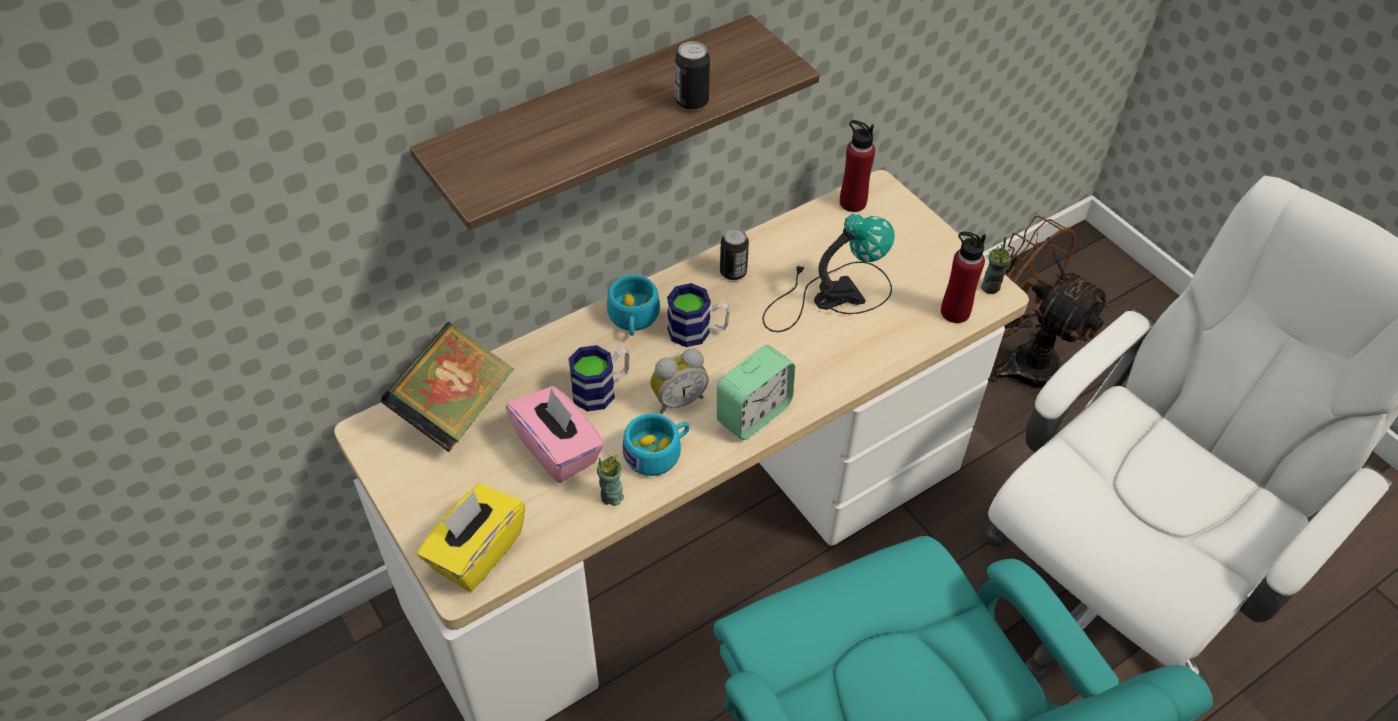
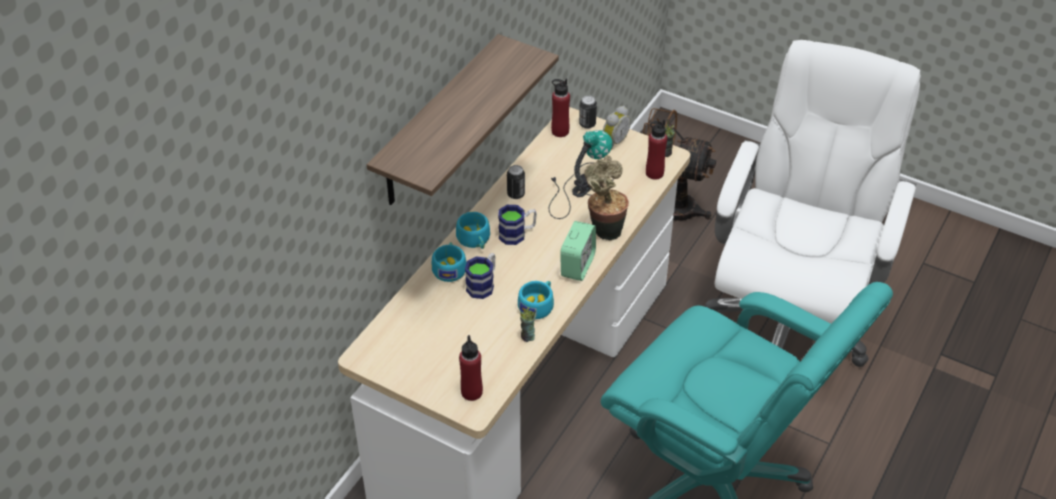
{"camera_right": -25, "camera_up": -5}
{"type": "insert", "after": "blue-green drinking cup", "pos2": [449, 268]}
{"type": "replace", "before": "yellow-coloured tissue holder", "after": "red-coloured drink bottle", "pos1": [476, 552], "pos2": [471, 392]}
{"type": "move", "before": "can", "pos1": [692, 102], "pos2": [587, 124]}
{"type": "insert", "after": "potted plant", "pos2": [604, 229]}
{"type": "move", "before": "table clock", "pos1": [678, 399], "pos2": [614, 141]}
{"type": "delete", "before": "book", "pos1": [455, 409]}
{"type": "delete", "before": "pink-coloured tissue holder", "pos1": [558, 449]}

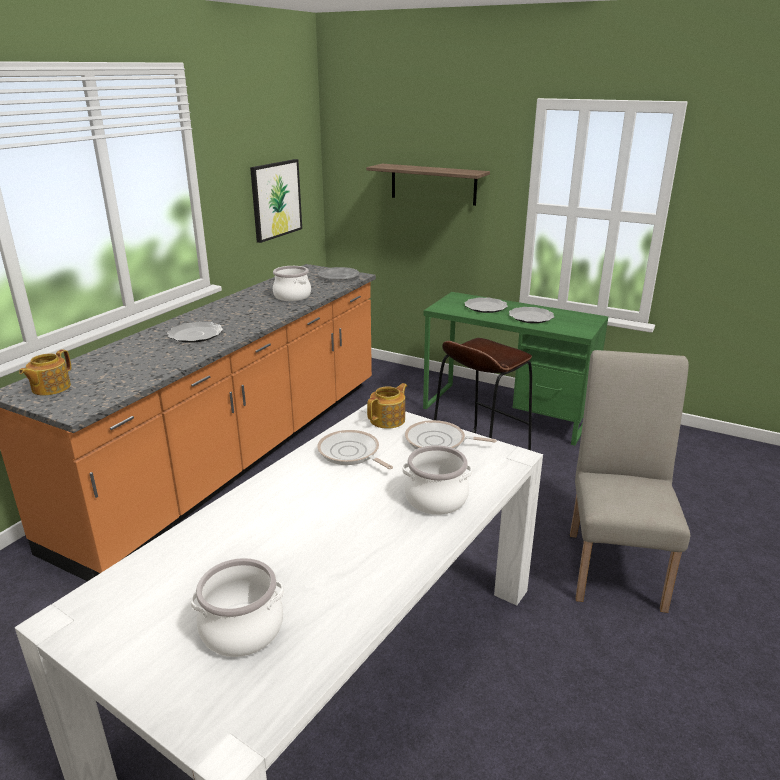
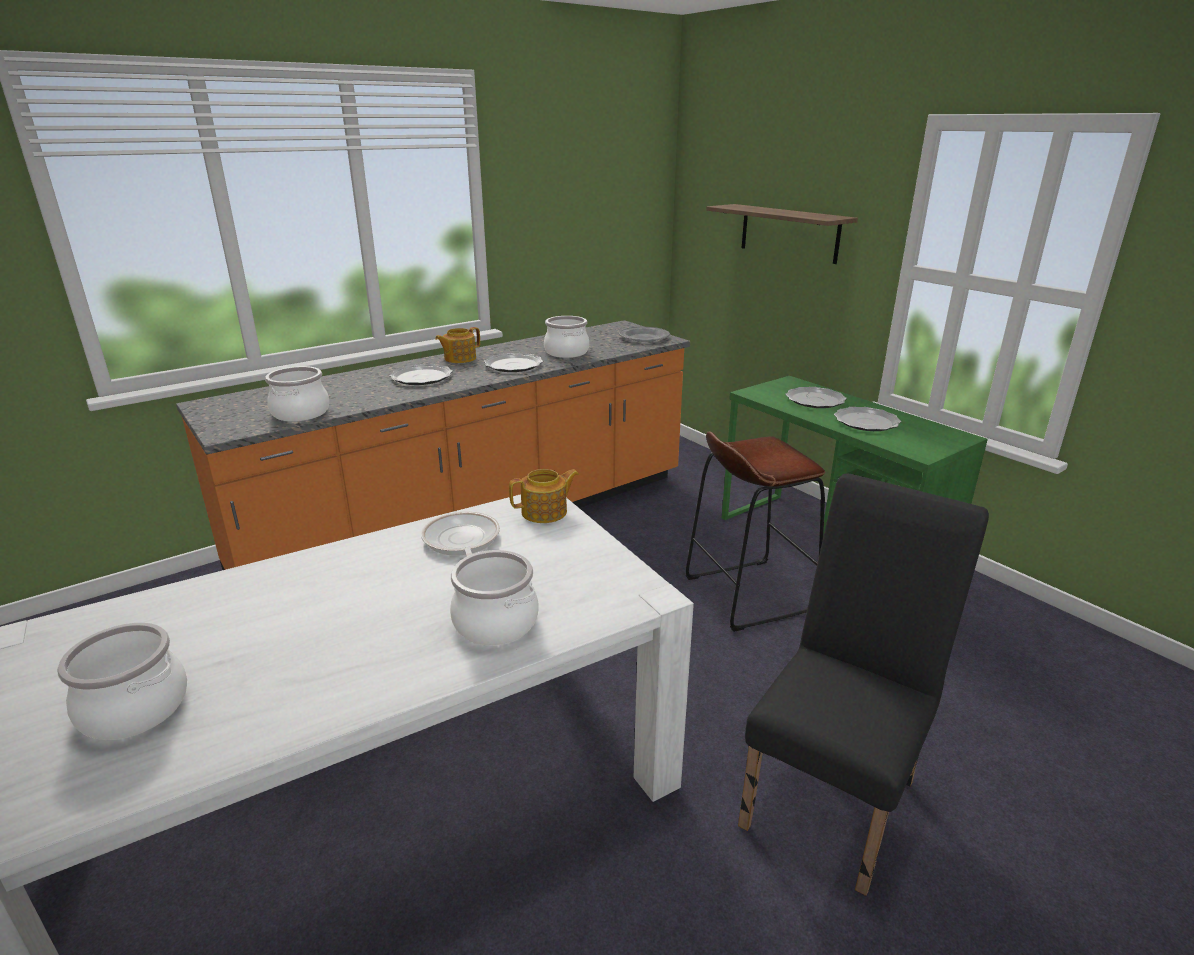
{"camera_right": 25, "camera_up": 0}
{"type": "insert", "after": "stockpot", "pos2": [300, 413]}
{"type": "move", "before": "tea pot", "pos1": [50, 388], "pos2": [459, 358]}
{"type": "insert", "after": "dinner plate", "pos2": [514, 365]}
{"type": "recolor", "before": "beige-coloured chair", "after": "black chair", "pos1": [615, 563], "pos2": [835, 793]}
{"type": "delete", "before": "wall art", "pos1": [276, 199]}
{"type": "delete", "before": "frying pan", "pos1": [438, 442]}

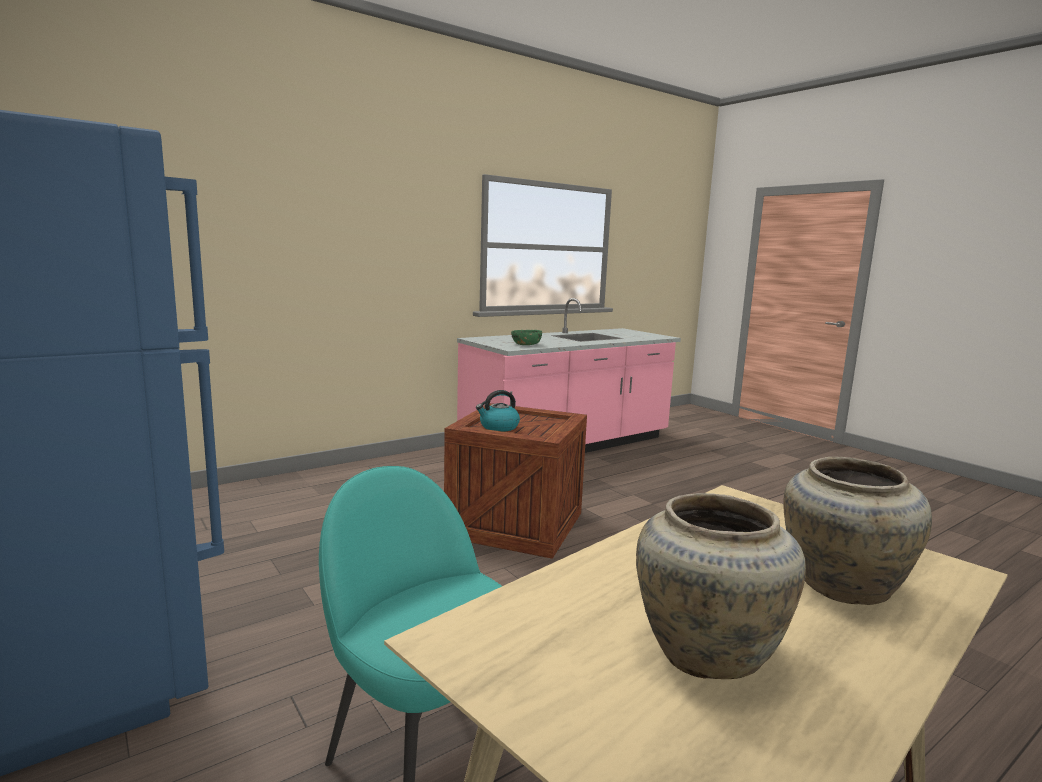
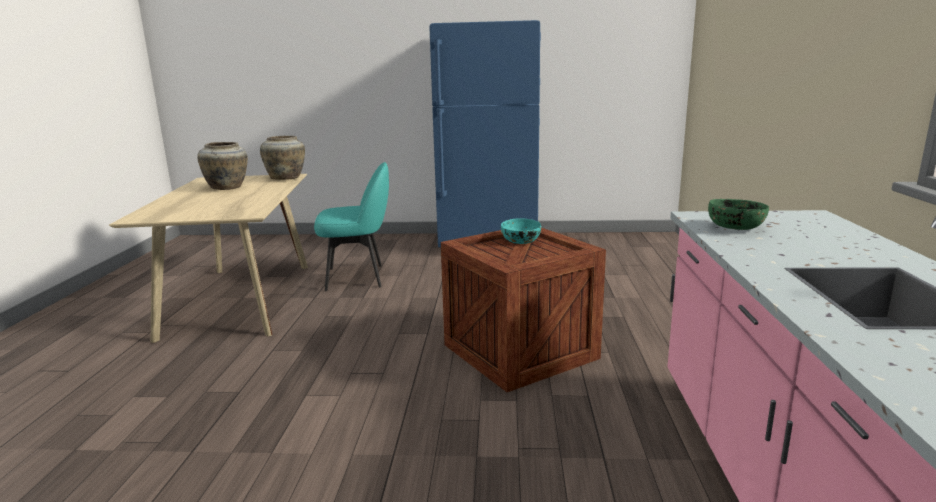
{"camera_right": 130, "camera_up": 5}
{"type": "move", "before": "beige-coloured flower vase", "pos1": [839, 586], "pos2": [286, 178]}
{"type": "replace", "before": "tea kettle", "after": "blue-green serving bowl", "pos1": [498, 427], "pos2": [520, 241]}

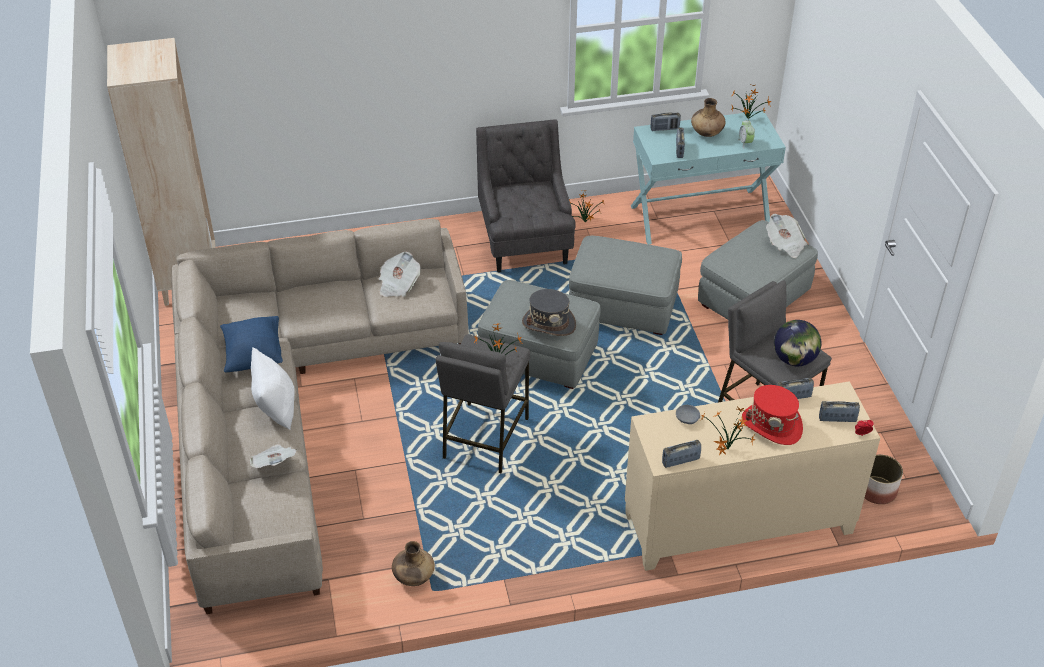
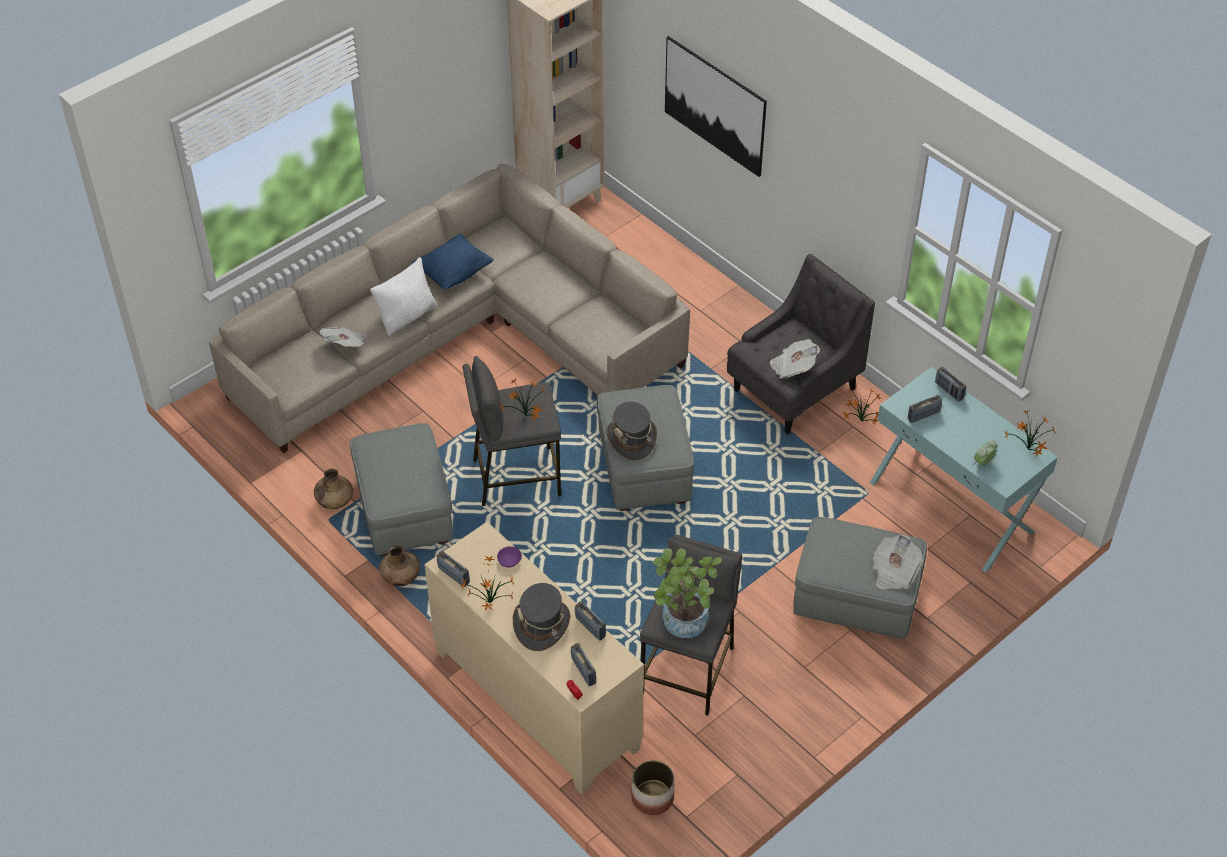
{"camera_right": 60, "camera_up": 5}
{"type": "move", "before": "grey pouffe", "pos1": [622, 307], "pos2": [404, 510]}
{"type": "move", "before": "brownish flower vase", "pos1": [706, 133], "pos2": [401, 577]}
{"type": "recolor", "before": "grey serving bowl", "after": "purple-coloured serving bowl", "pos1": [688, 418], "pos2": [510, 561]}
{"type": "recolor", "before": "red-coloured clothing hat", "after": "grey clothing hat", "pos1": [771, 425], "pos2": [542, 624]}
{"type": "replace", "before": "globe", "after": "potted plant", "pos1": [794, 359], "pos2": [682, 626]}
{"type": "insert", "after": "wall art", "pos2": [714, 106]}
{"type": "move", "before": "printed paper", "pos1": [398, 284], "pos2": [793, 367]}

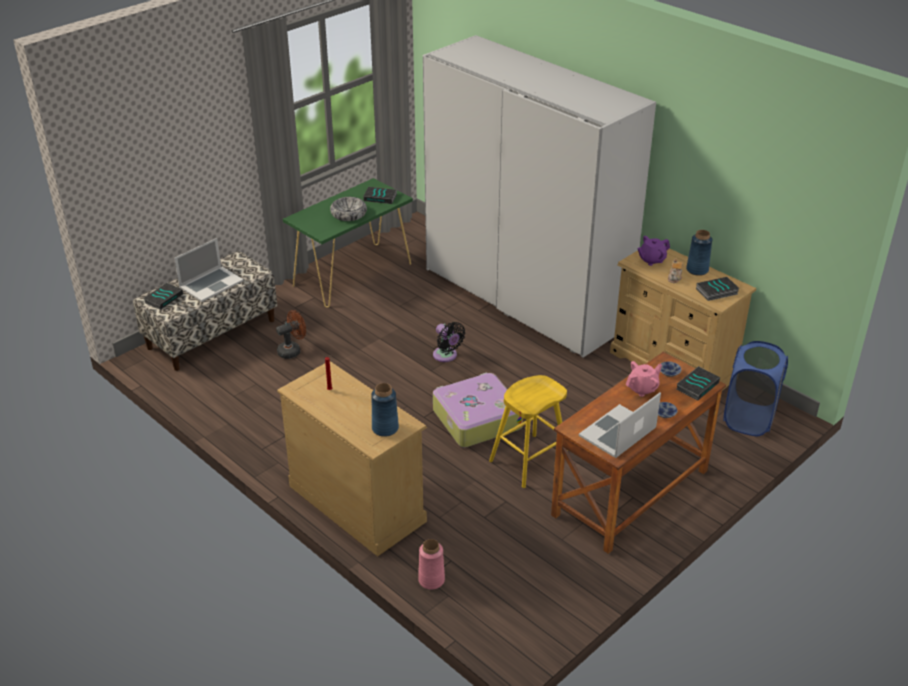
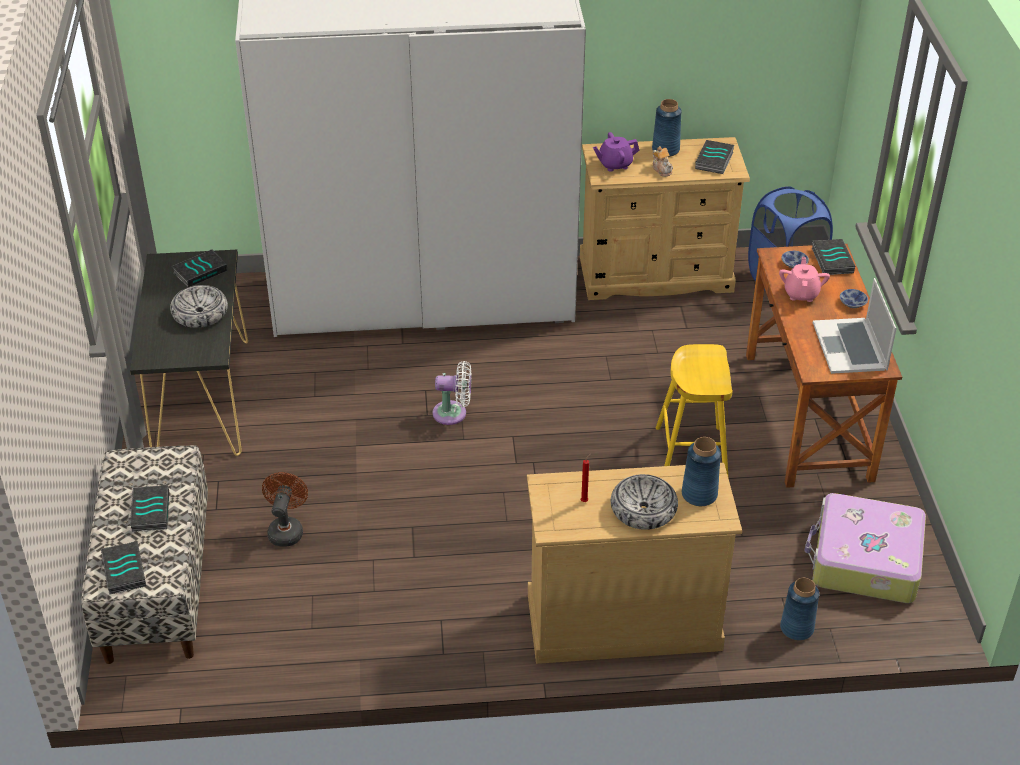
{"camera_right": -50, "camera_up": 5}
{"type": "recolor", "before": "green-coloured narrow table", "after": "black narrow table", "pos1": [353, 274], "pos2": [202, 398]}
{"type": "replace", "before": "notebook computer", "after": "book", "pos1": [211, 284], "pos2": [149, 511]}
{"type": "recolor", "before": "black cooling fan", "after": "white cooling fan", "pos1": [446, 356], "pos2": [453, 413]}
{"type": "rotate", "before": "purple-coloured tea pot", "pos1": [651, 260], "pos2": [615, 164], "turn": 60}
{"type": "insert", "after": "serving bowl", "pos2": [643, 509]}
{"type": "recolor", "before": "pink-coloured flower vase", "after": "bluish flower vase", "pos1": [431, 580], "pos2": [797, 628]}
{"type": "move", "before": "suitcase", "pos1": [476, 419], "pos2": [864, 560]}

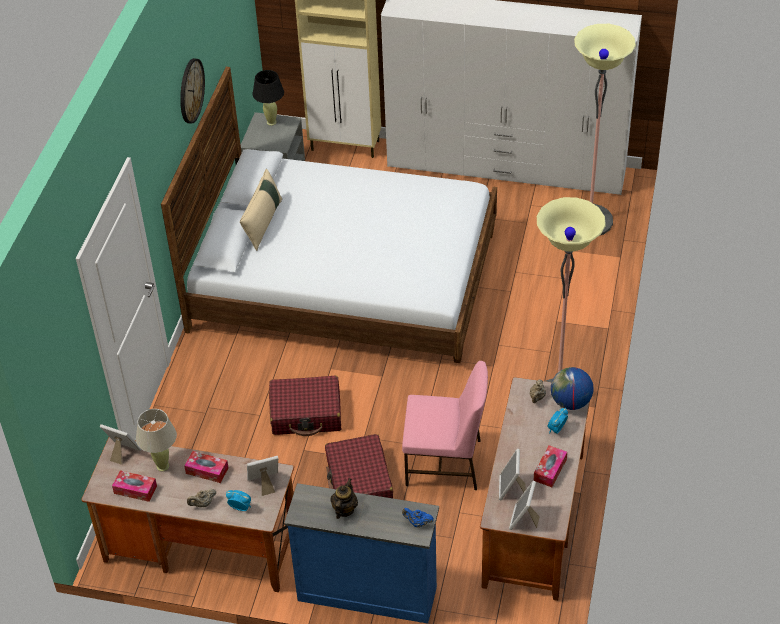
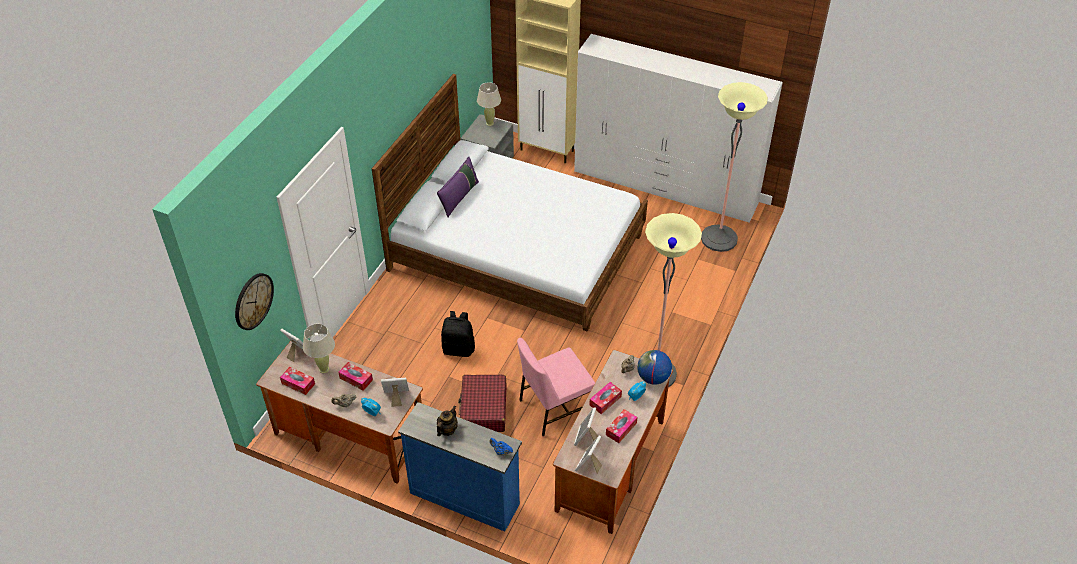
{"camera_right": 10, "camera_up": 0}
{"type": "move", "before": "clock on the wall", "pos1": [191, 90], "pos2": [253, 301]}
{"type": "recolor", "before": "beige-coloured cushion", "after": "purple-coloured cushion", "pos1": [263, 223], "pos2": [459, 197]}
{"type": "replace", "before": "red-coloured suitcase", "after": "black backpack", "pos1": [306, 413], "pos2": [459, 349]}
{"type": "recolor", "before": "black tabletop lamp", "after": "beige-coloured tabletop lamp", "pos1": [271, 122], "pos2": [490, 123]}
{"type": "rotate", "before": "pink-coloured chair", "pos1": [445, 463], "pos2": [554, 407], "turn": 135}
{"type": "insert", "after": "tissue holder", "pos2": [605, 401]}

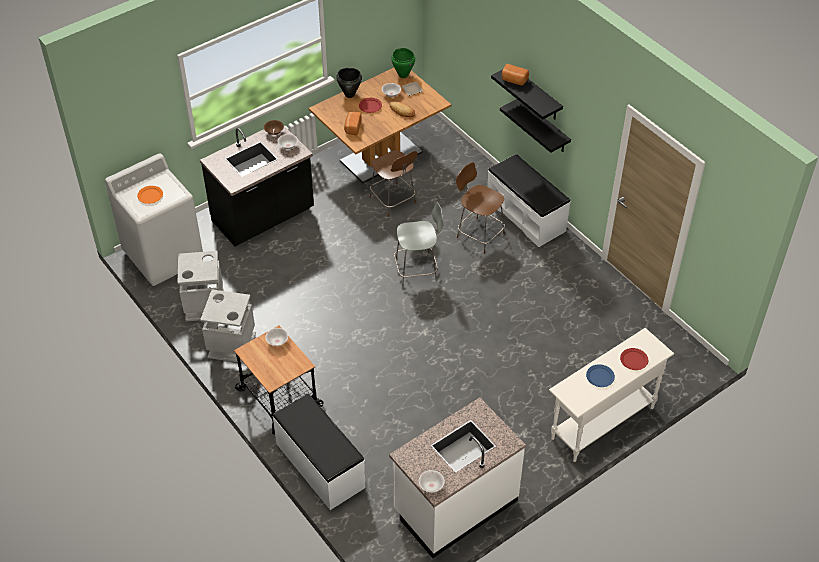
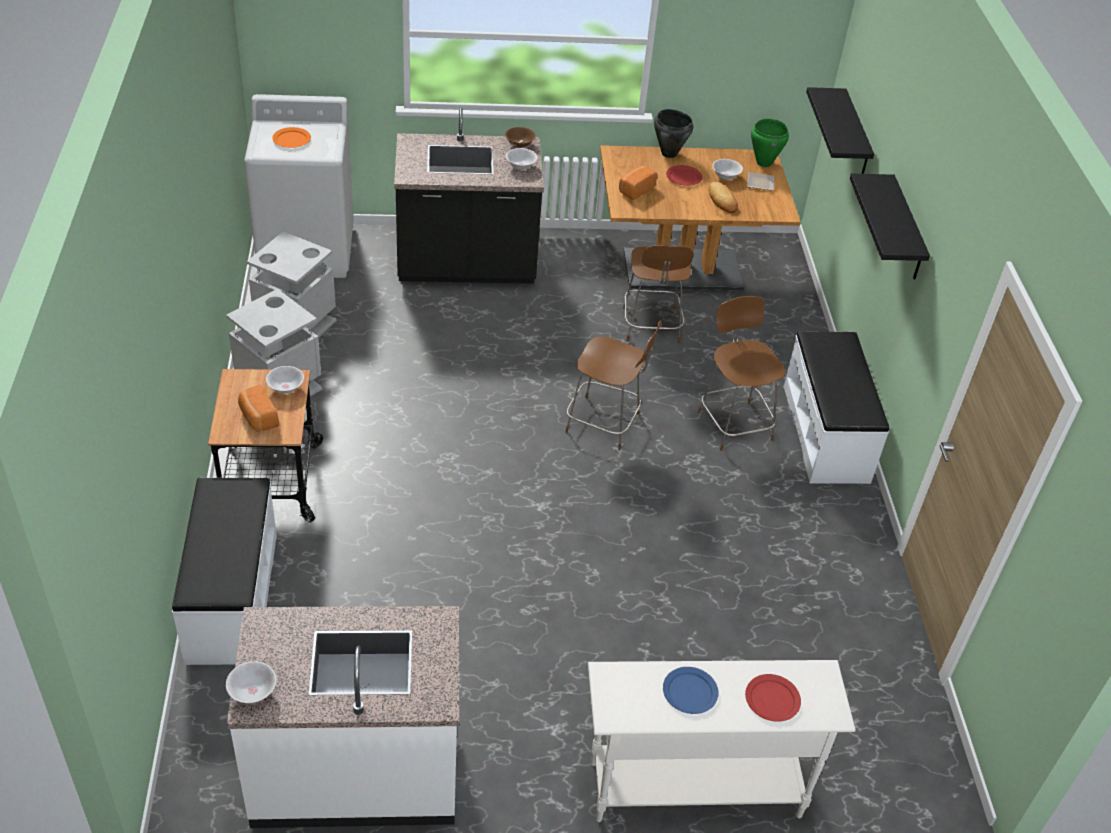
{"camera_right": 30, "camera_up": -5}
{"type": "move", "before": "baked bread", "pos1": [514, 80], "pos2": [258, 418]}
{"type": "recolor", "before": "grey chair", "after": "brownish chair", "pos1": [417, 270], "pos2": [605, 424]}
{"type": "move", "before": "black shelf", "pos1": [544, 126], "pos2": [855, 135]}

